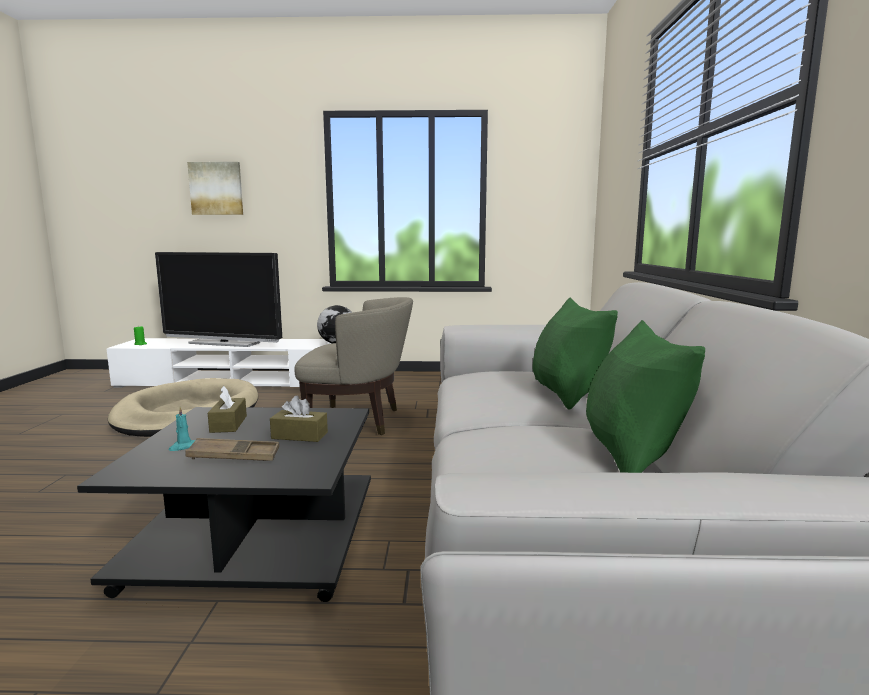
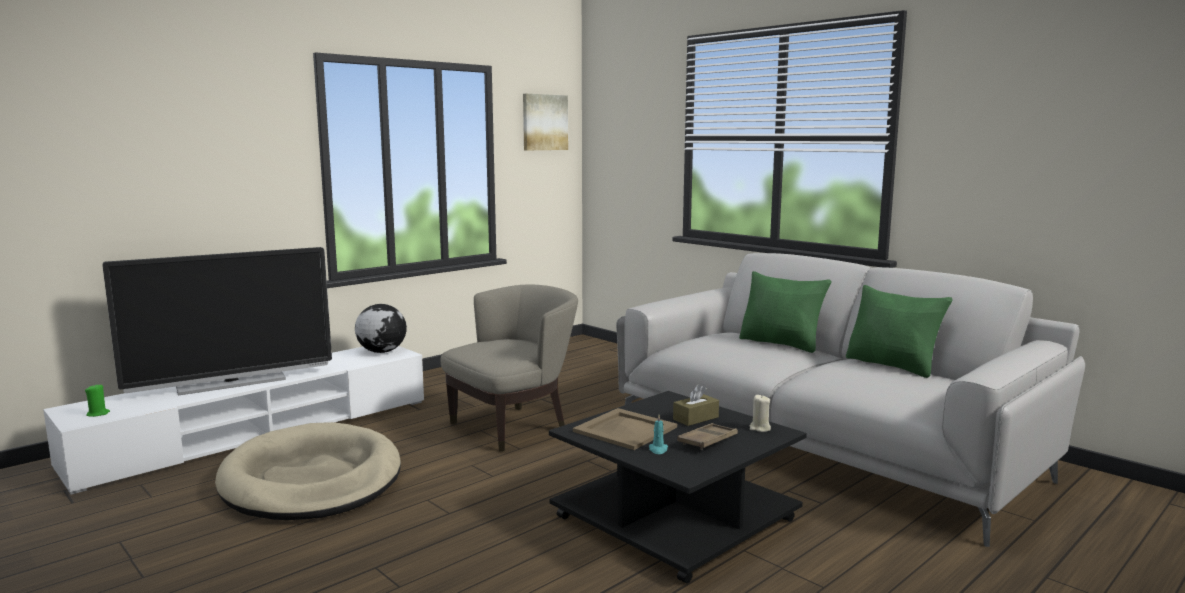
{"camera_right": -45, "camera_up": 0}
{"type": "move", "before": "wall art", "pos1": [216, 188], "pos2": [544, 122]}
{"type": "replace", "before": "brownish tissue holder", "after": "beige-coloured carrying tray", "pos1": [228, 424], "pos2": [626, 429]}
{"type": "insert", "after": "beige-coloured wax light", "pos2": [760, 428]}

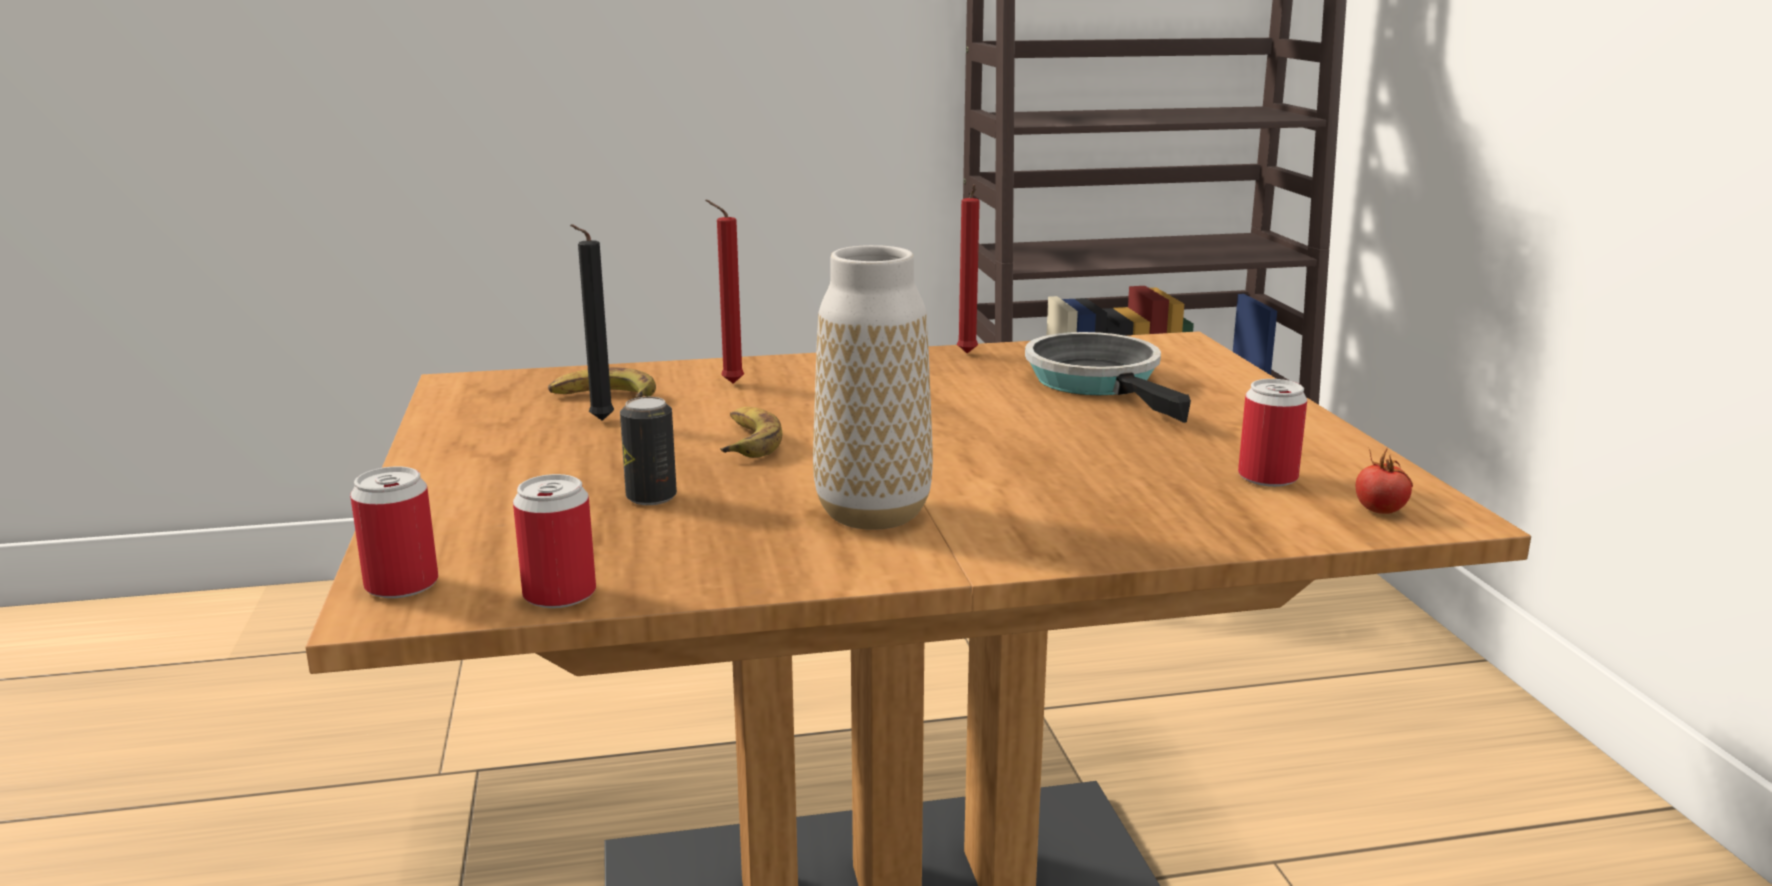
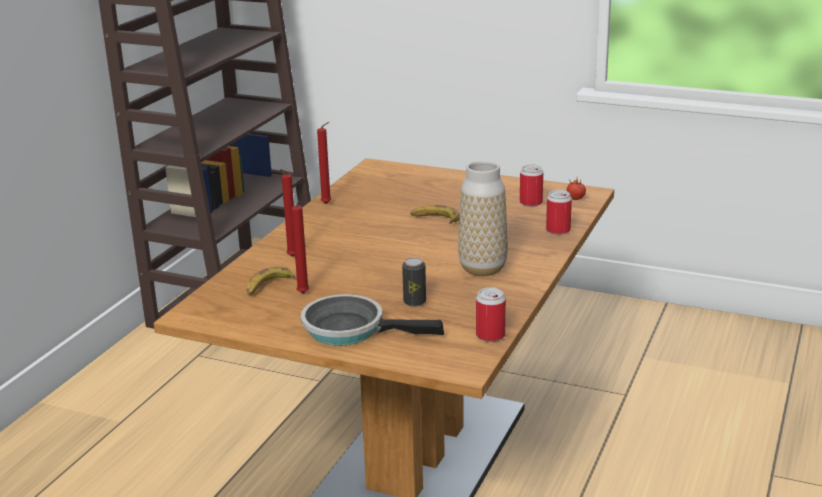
{"camera_right": -55, "camera_up": 5}
{"type": "recolor", "before": "black wax light", "after": "red-coloured wax light", "pos1": [598, 421], "pos2": [303, 294]}
{"type": "move", "before": "frying pan", "pos1": [1099, 383], "pos2": [351, 329]}
{"type": "move", "before": "banana", "pos1": [747, 441], "pos2": [435, 219]}
{"type": "move", "before": "can", "pos1": [402, 585], "pos2": [558, 230]}

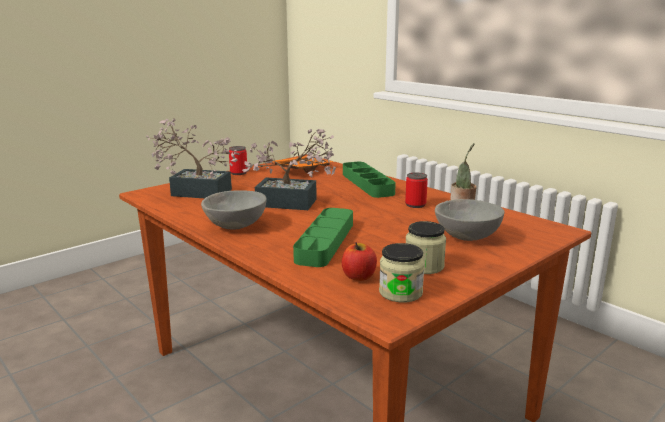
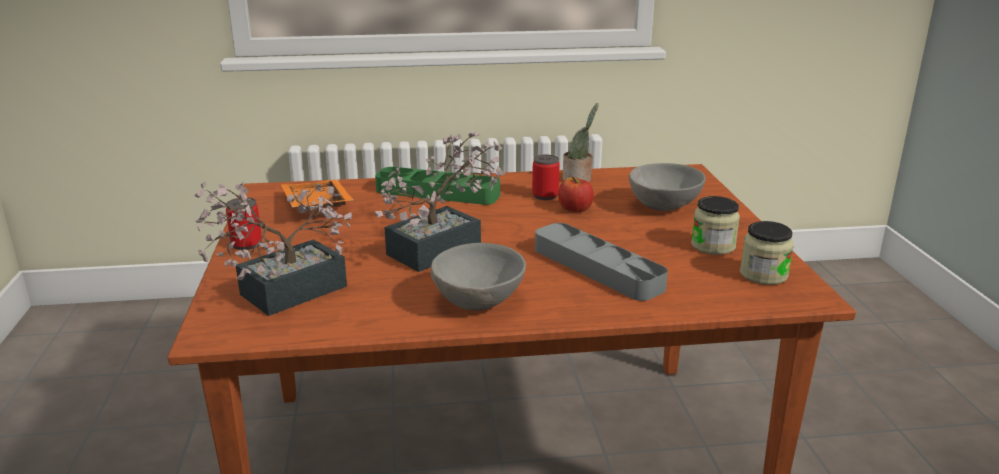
{"camera_right": -55, "camera_up": 5}
{"type": "recolor", "before": "green-coloured carrying tray", "after": "grey carrying tray", "pos1": [325, 242], "pos2": [597, 268]}
{"type": "move", "before": "apple", "pos1": [359, 276], "pos2": [575, 209]}

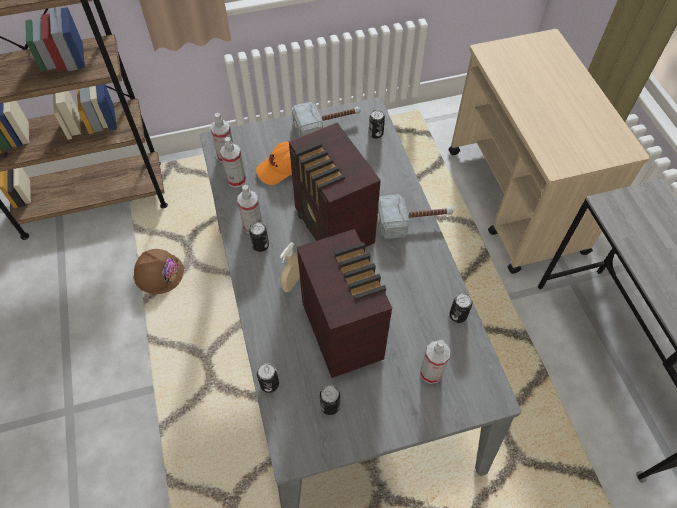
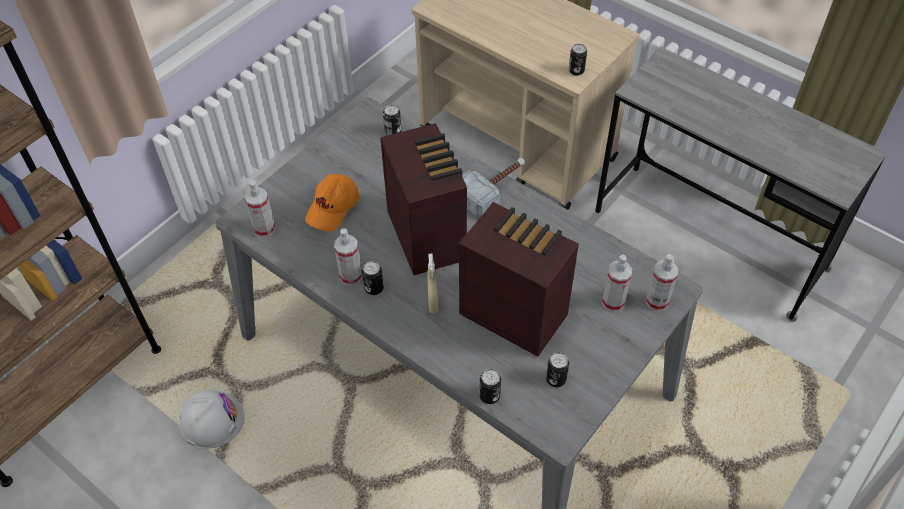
{"camera_right": -35, "camera_up": -5}
{"type": "recolor", "before": "brownish work helmet", "after": "white work helmet", "pos1": [159, 273], "pos2": [212, 420]}
{"type": "rotate", "before": "radio set", "pos1": [333, 227], "pos2": [427, 234], "turn": -135}
{"type": "move", "before": "can", "pos1": [458, 315], "pos2": [576, 71]}
{"type": "move", "before": "spray bottle", "pos1": [236, 180], "pos2": [657, 301]}
{"type": "delete", "before": "tool hammer", "pos1": [327, 124]}

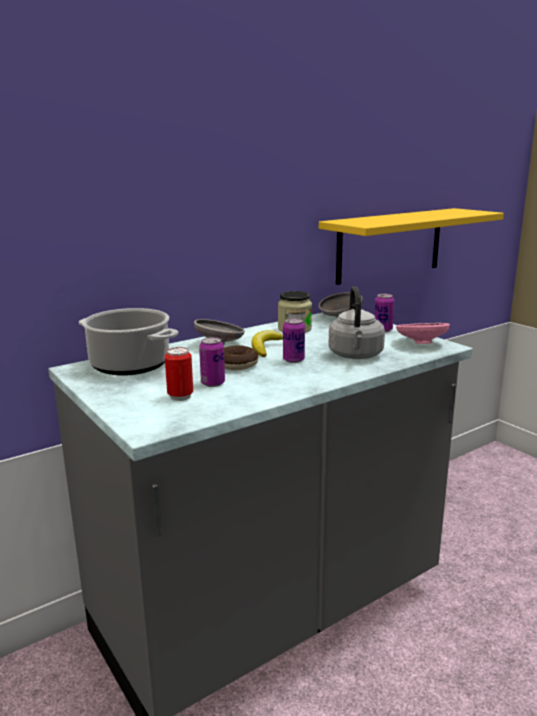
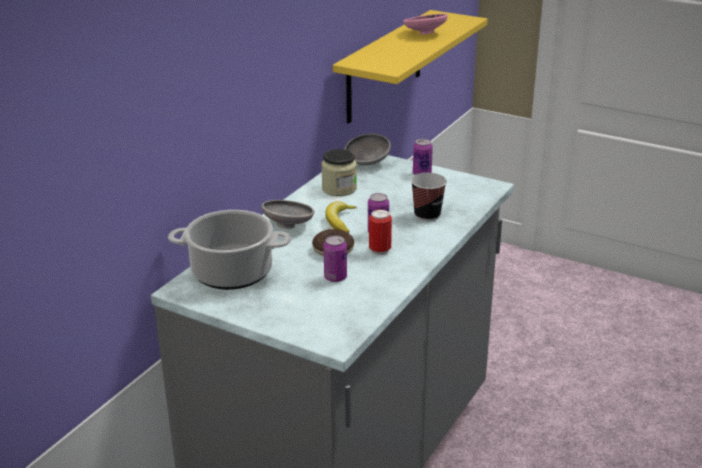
{"camera_right": -25, "camera_up": 10}
{"type": "move", "before": "can", "pos1": [180, 397], "pos2": [380, 250]}
{"type": "move", "before": "pink-coloured serving bowl", "pos1": [421, 343], "pos2": [424, 33]}
{"type": "replace", "before": "grey tea kettle", "after": "drinking cup", "pos1": [356, 356], "pos2": [427, 215]}

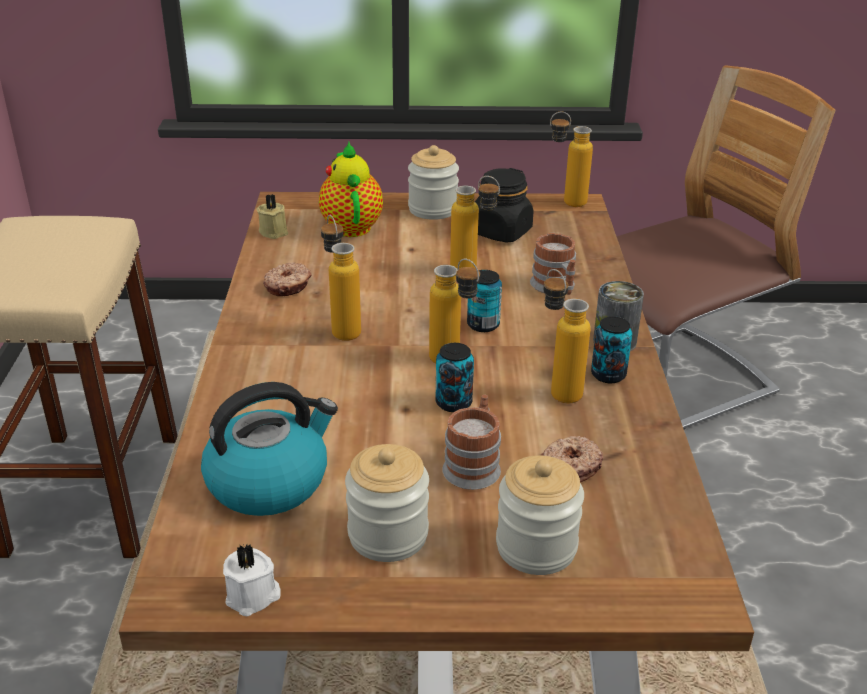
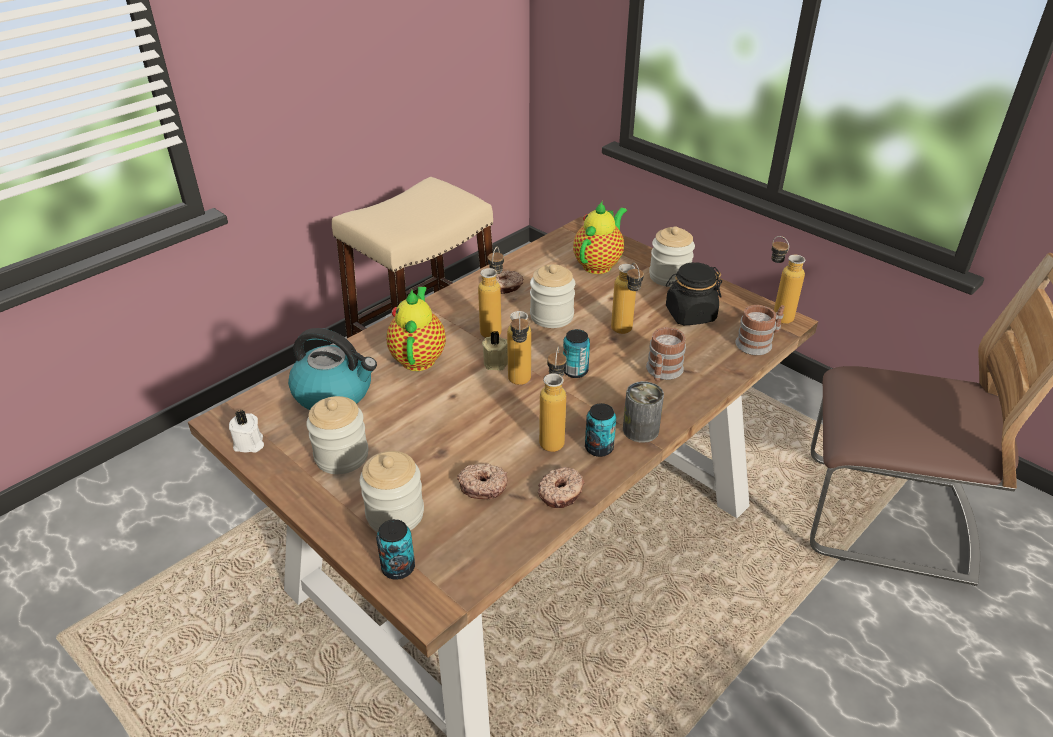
{"camera_right": 45, "camera_up": 5}
{"type": "move", "before": "can", "pos1": [453, 403], "pos2": [398, 568]}
{"type": "insert", "after": "tea pot", "pos2": [419, 357]}
{"type": "move", "before": "beige-coloured wax light", "pos1": [274, 231], "pos2": [497, 362]}
{"type": "insert", "after": "storage jar", "pos2": [551, 316]}
{"type": "insert", "after": "doughnut", "pos2": [561, 493]}
{"type": "move", "before": "coffee mug", "pos1": [474, 464], "pos2": [758, 343]}

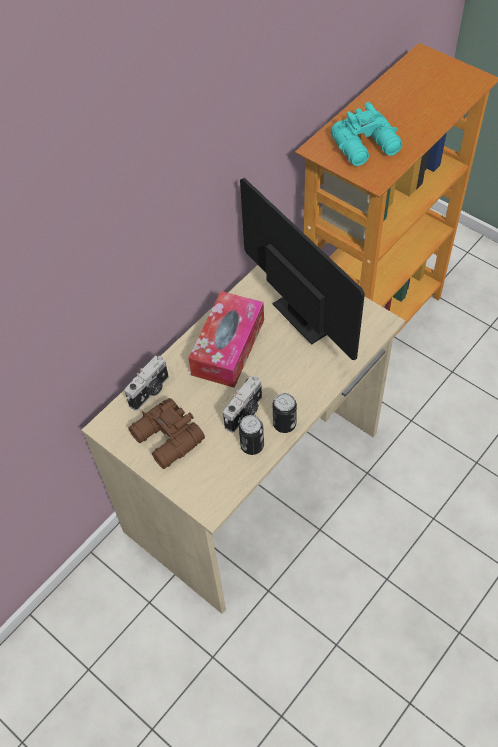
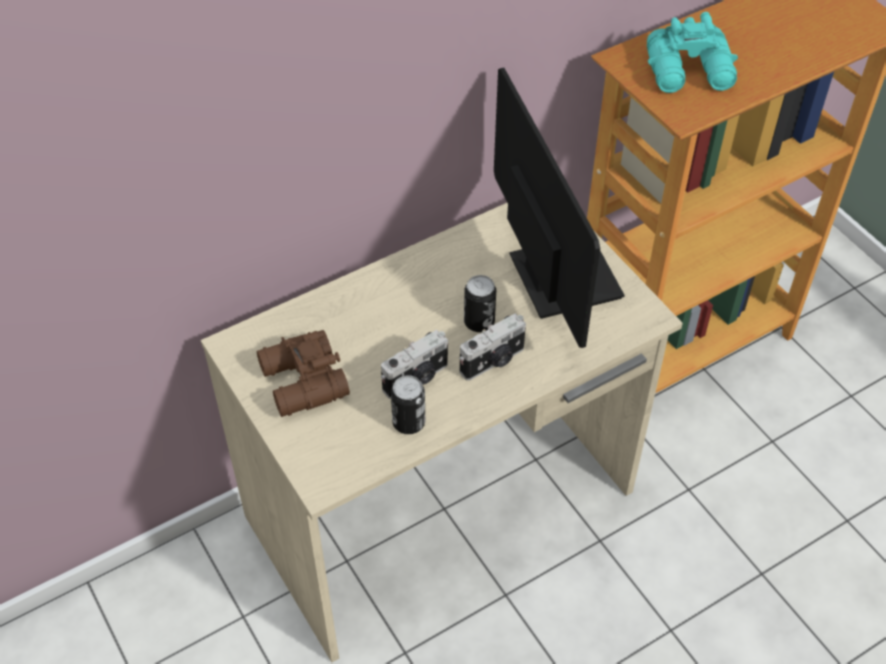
{"camera_right": 15, "camera_up": -5}
{"type": "move", "before": "photo camera", "pos1": [150, 391], "pos2": [493, 361]}
{"type": "move", "before": "can", "pos1": [284, 424], "pos2": [479, 322]}
{"type": "delete", "before": "tissue holder", "pos1": [228, 347]}

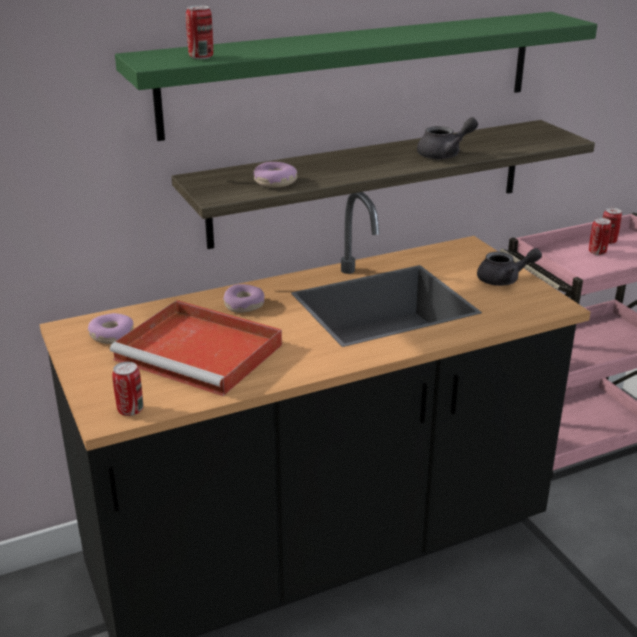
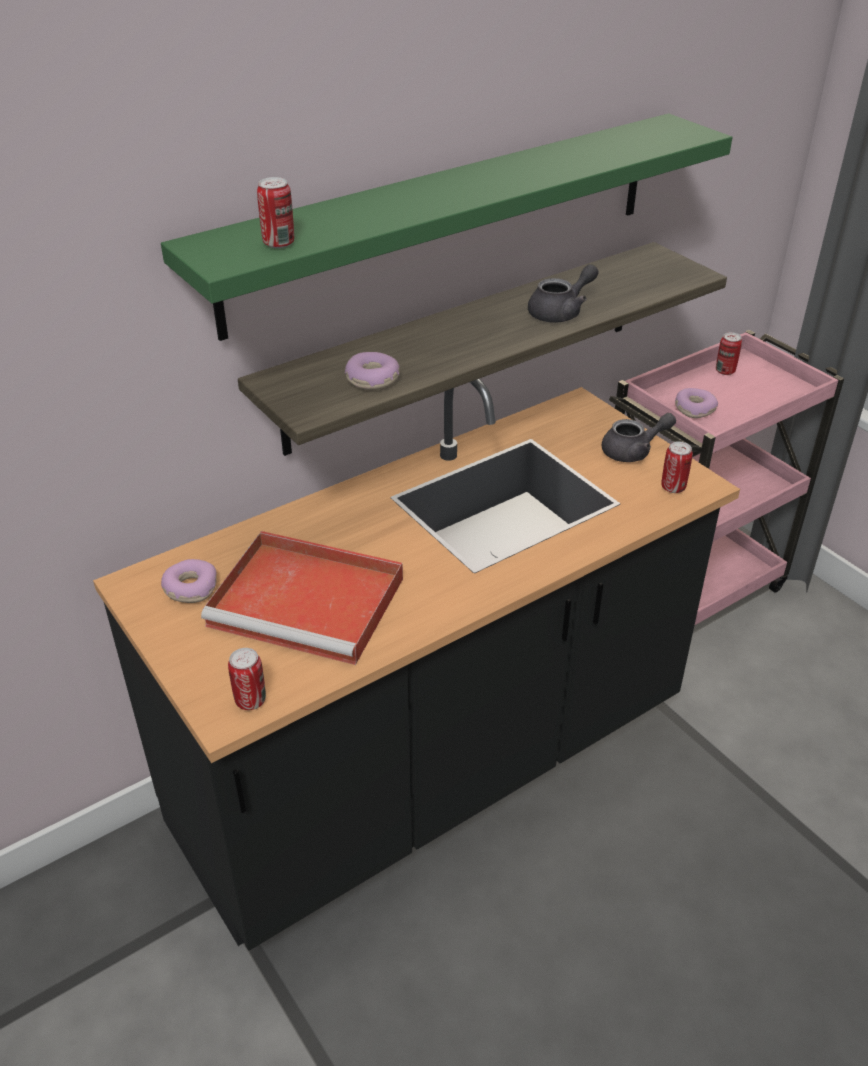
{"camera_right": -10, "camera_up": 10}
{"type": "move", "before": "can", "pos1": [597, 252], "pos2": [673, 487]}
{"type": "move", "before": "doughnut", "pos1": [244, 305], "pos2": [694, 409]}

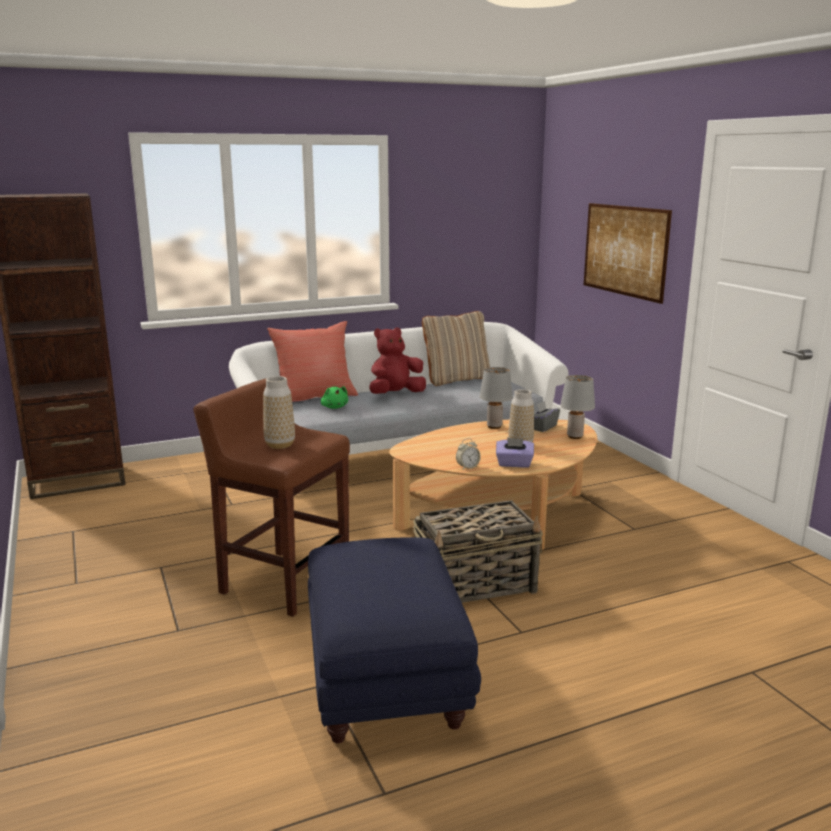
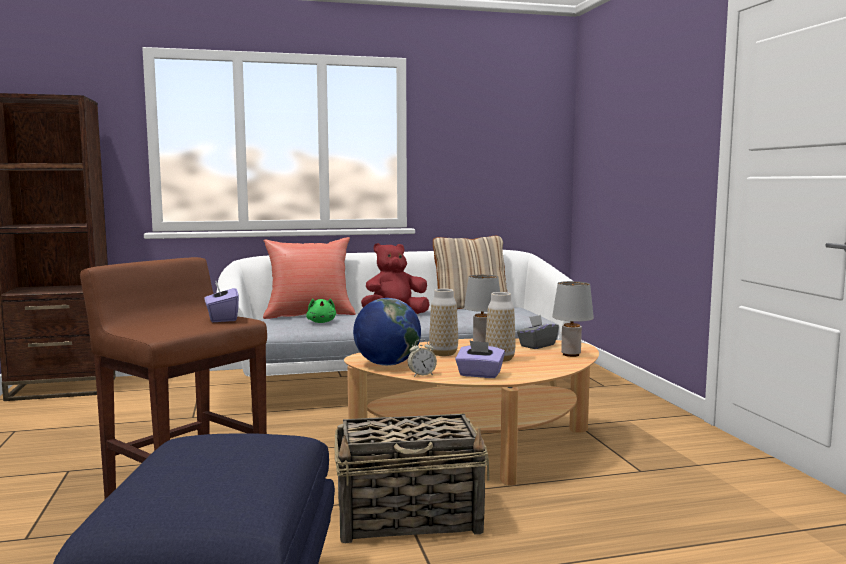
{"camera_right": 10, "camera_up": -10}
{"type": "insert", "after": "purple-coloured tissue holder", "pos2": [222, 318]}
{"type": "insert", "after": "globe", "pos2": [387, 364]}
{"type": "move", "before": "flower vase", "pos1": [280, 445], "pos2": [443, 353]}
{"type": "delete", "before": "wall art", "pos1": [624, 250]}

